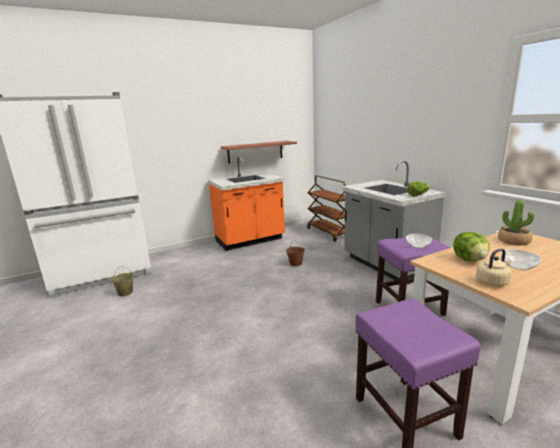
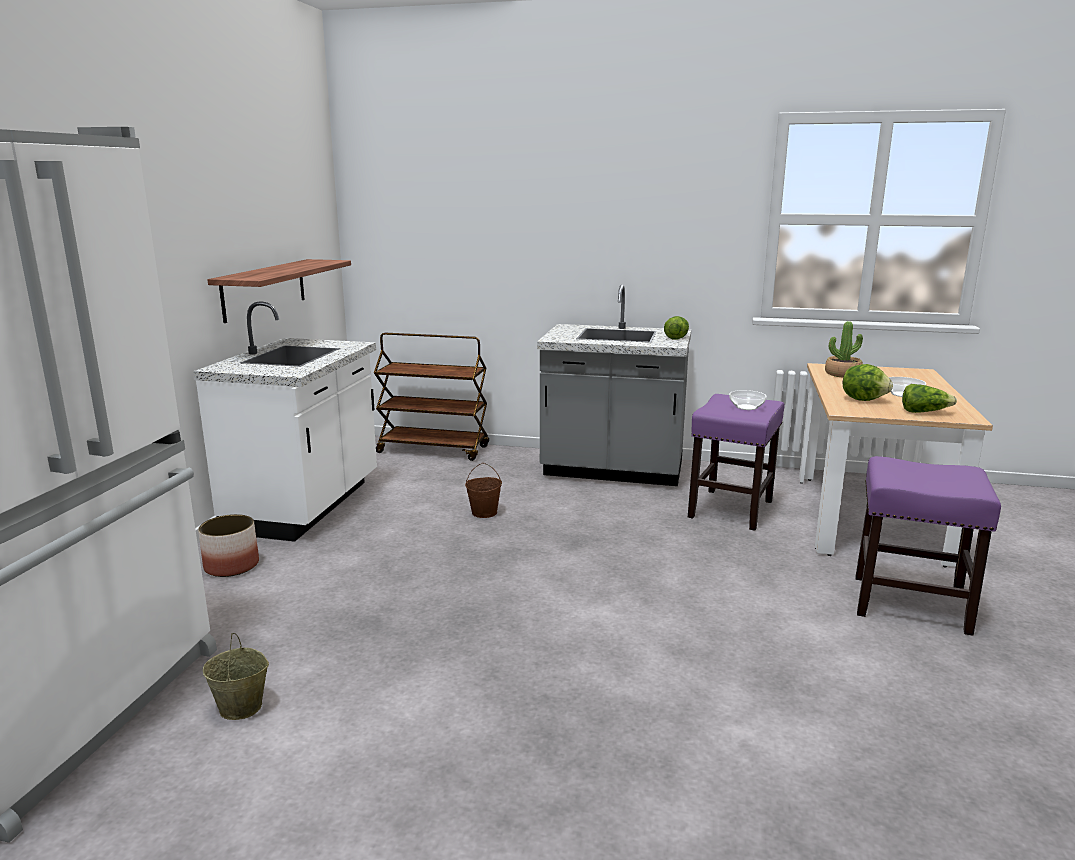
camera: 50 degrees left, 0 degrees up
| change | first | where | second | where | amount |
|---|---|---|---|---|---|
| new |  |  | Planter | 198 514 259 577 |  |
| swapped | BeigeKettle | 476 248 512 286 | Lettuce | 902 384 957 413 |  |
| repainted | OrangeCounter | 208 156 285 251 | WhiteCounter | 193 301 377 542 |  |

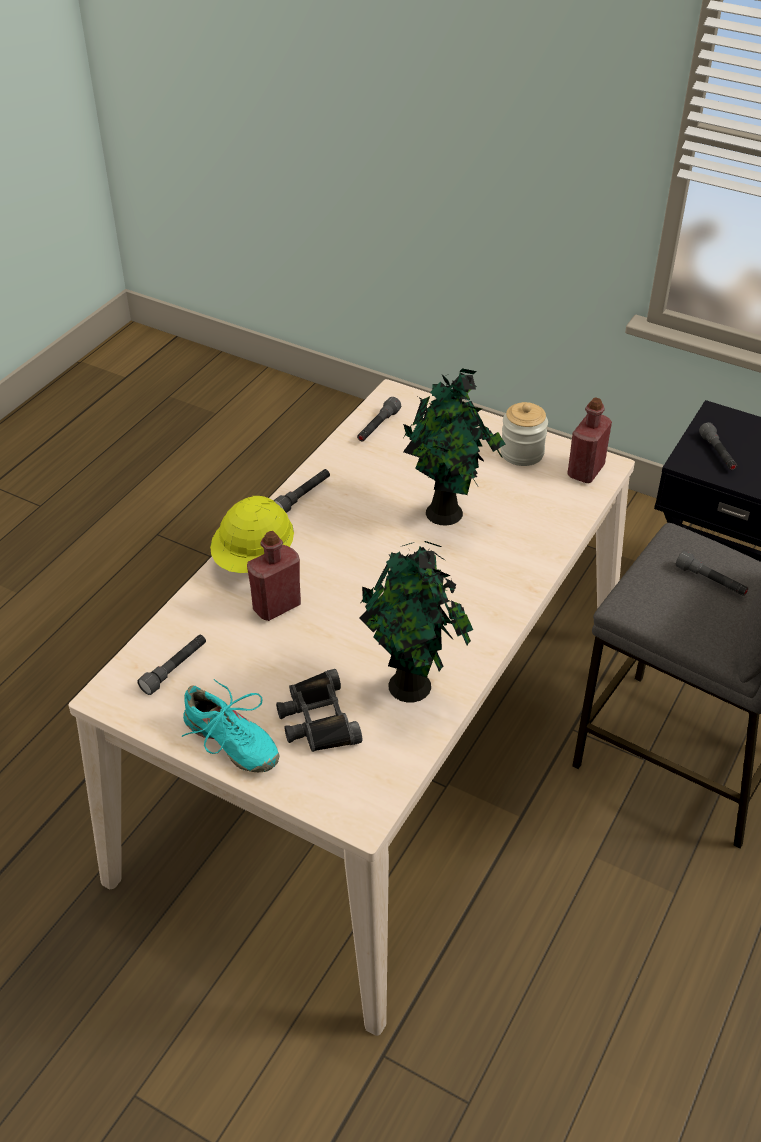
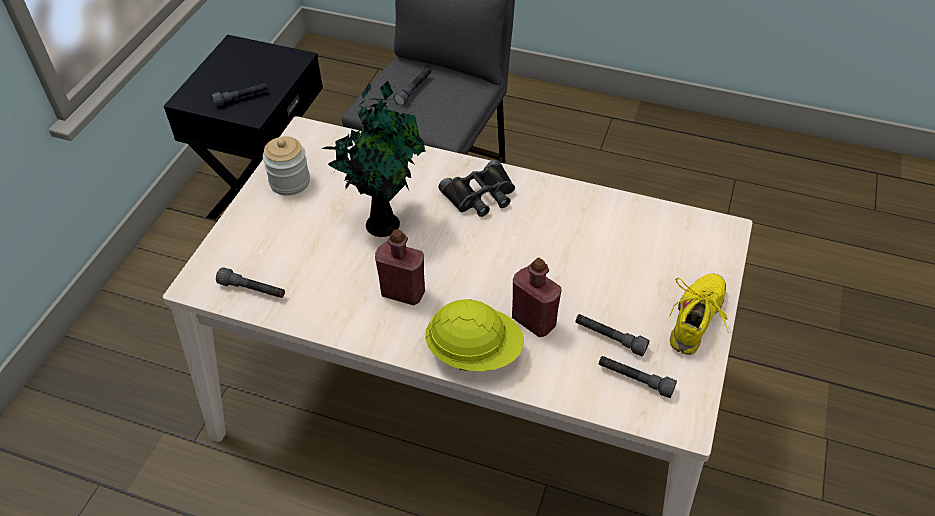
camera: 100 degrees left, 5 degrees up
| change | first | where | second | where | amount |
|---|---|---|---|---|---|
| gone | PottedPlant | 359 541 473 702 |  |  |  |
| shifted | GreyFlashlight | 273 469 330 513 |  | 575 314 650 356 |  |
| shifted | BlackBinoculars | 276 669 362 752 |  | 438 160 515 217 |  |
| shifted | RedBottle | 567 397 612 483 |  | 375 229 425 306 |  |
| repainted | TurquoiseShoe | 182 679 280 772 | YellowShoe | 669 274 729 355 |  |

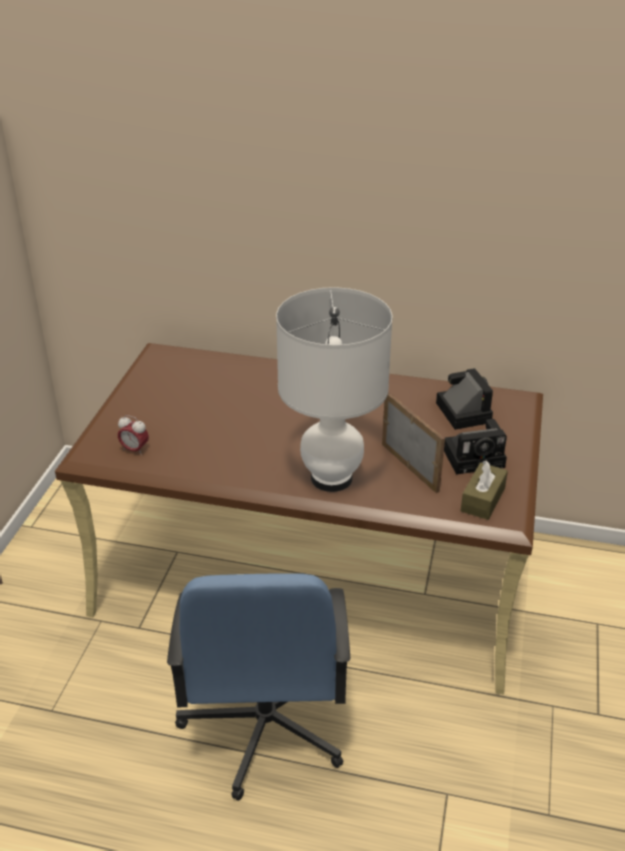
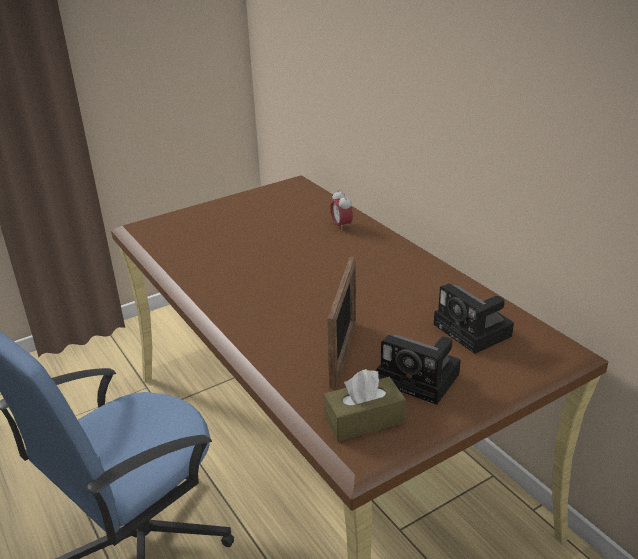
camera: 45 degrees right, 5 degrees down
| change | first | where | second | where | amount |
|---|---|---|---|---|---|
| gone | WhiteTableLamp | 276 287 393 492 |  |  |  |
| shifted | AlarmClock | 118 415 149 455 |  | 330 189 353 229 |  |
| rotated | PhotoCamera | 436 368 493 430 |  | 434 283 514 354 | 120 degrees clockwise |

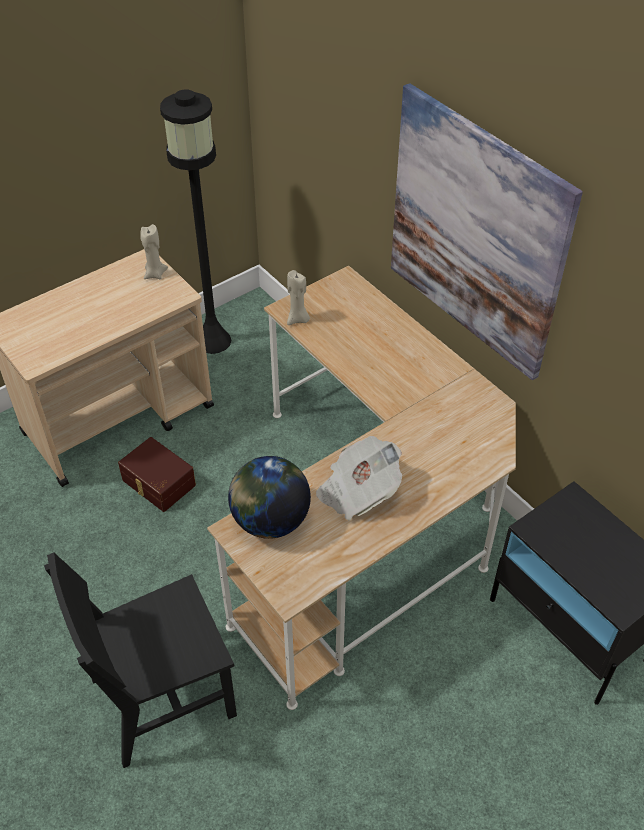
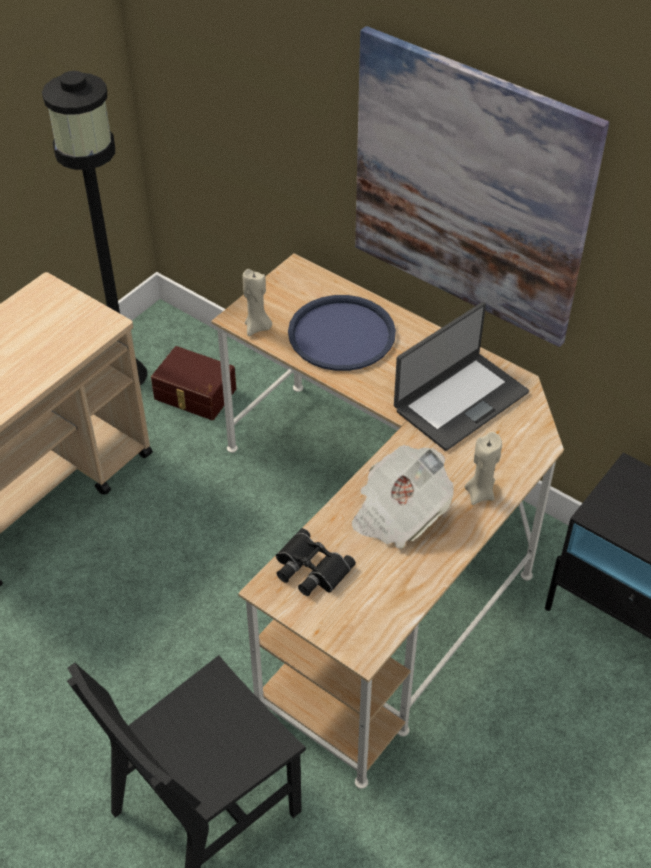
camera: 15 degrees left, 0 degrees up
| change | first | where | second | where | amount |
|---|---|---|---|---|---|
| new |  |  | BlueTray | 288 295 396 371 |  |
| new |  |  | Laptop | 394 302 529 451 |  |
| shifted | BrownStorageBox | 118 437 196 512 |  | 151 346 236 420 |  |
| shifted | BeigeCandle | 140 224 168 279 |  | 465 432 502 505 |  |
| swapped | Globe | 228 456 311 539 | BlackBinoculars | 276 528 356 596 |  |

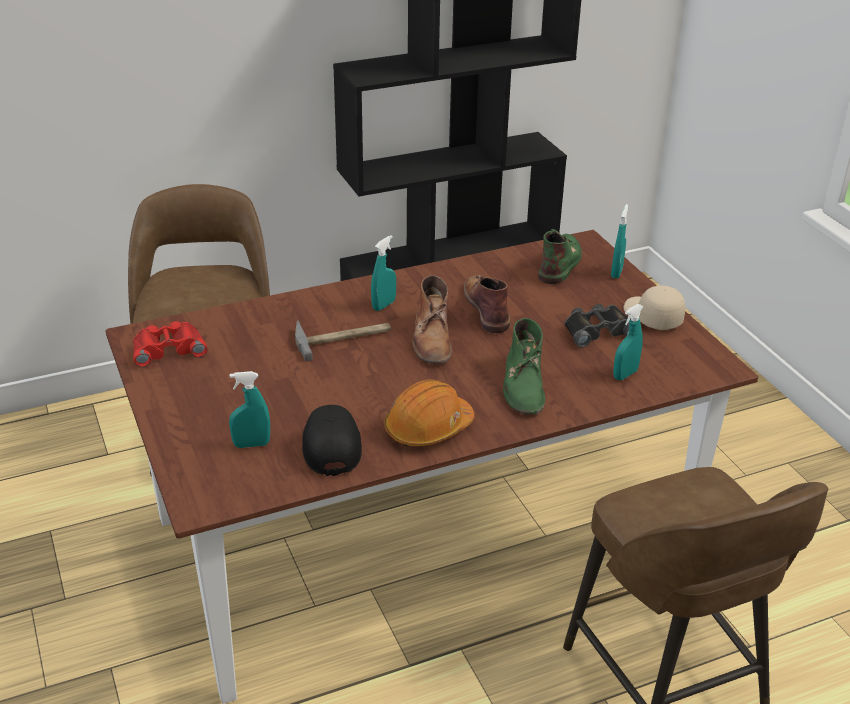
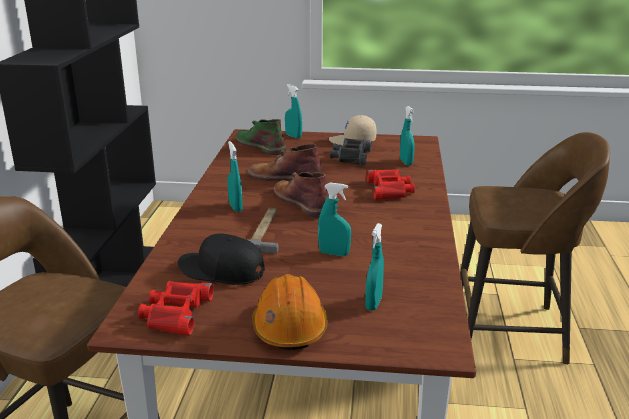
camera: 60 degrees left, 10 degrees down
| change | first | where | second | where | amount |
|---|---|---|---|---|---|
| new |  |  | TurquoiseSprayBottle | 318 183 351 256 |  |
| shifted | BlackCap | 302 405 362 476 |  | 178 233 265 285 |  |
| shifted | OrangeHardHat | 384 380 475 447 |  | 252 274 328 350 |  |
| swapped | GreenBoot | 503 318 545 415 | RedBinoculars | 367 169 415 200 |  |
| rotated | BrownBoot | 412 275 452 364 |  | 274 172 328 218 | 150 degrees counterclockwise |

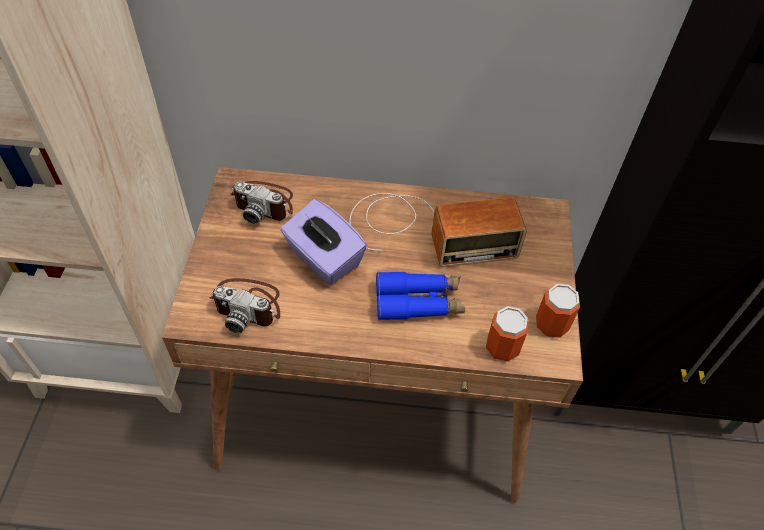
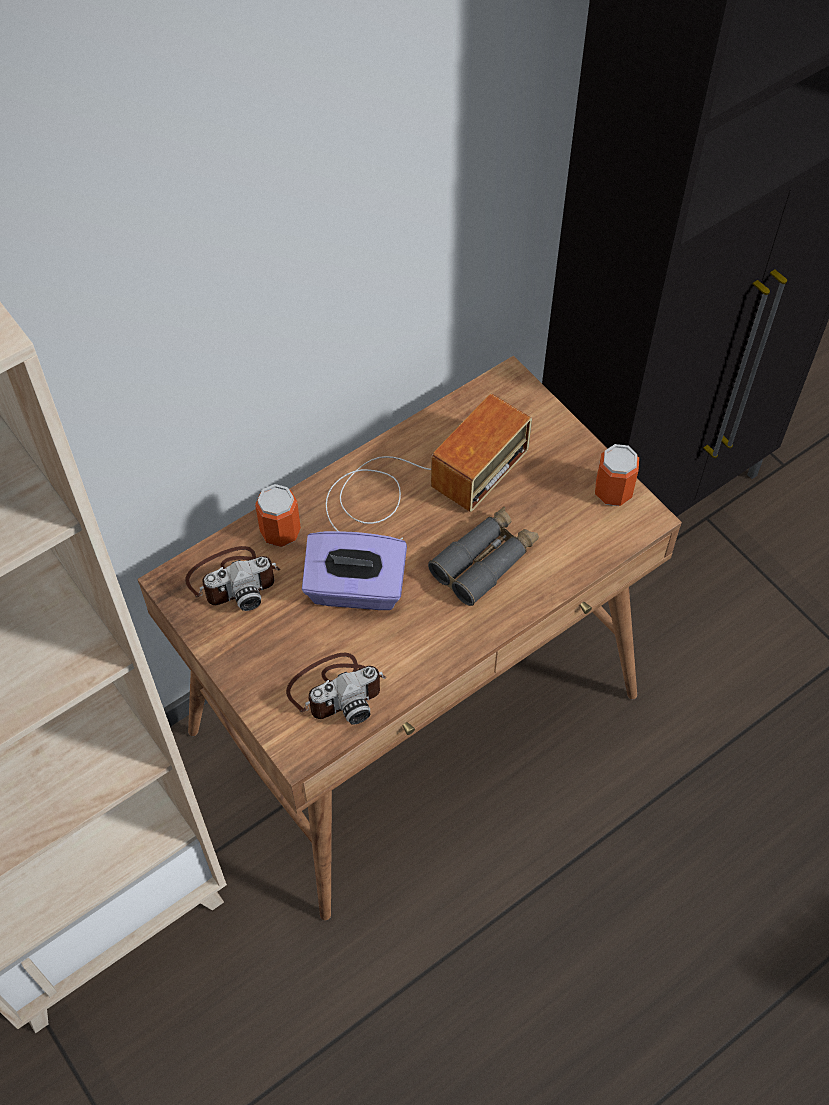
camera: 40 degrees left, 5 degrees up
| change | first | where | second | where | amount |
|---|---|---|---|---|---|
| shifted | Can | 486 306 529 362 |  | 255 484 301 547 |  |
| repainted | BlueBinoculars | 376 272 465 321 | GreyBinoculars | 428 507 539 606 |  |

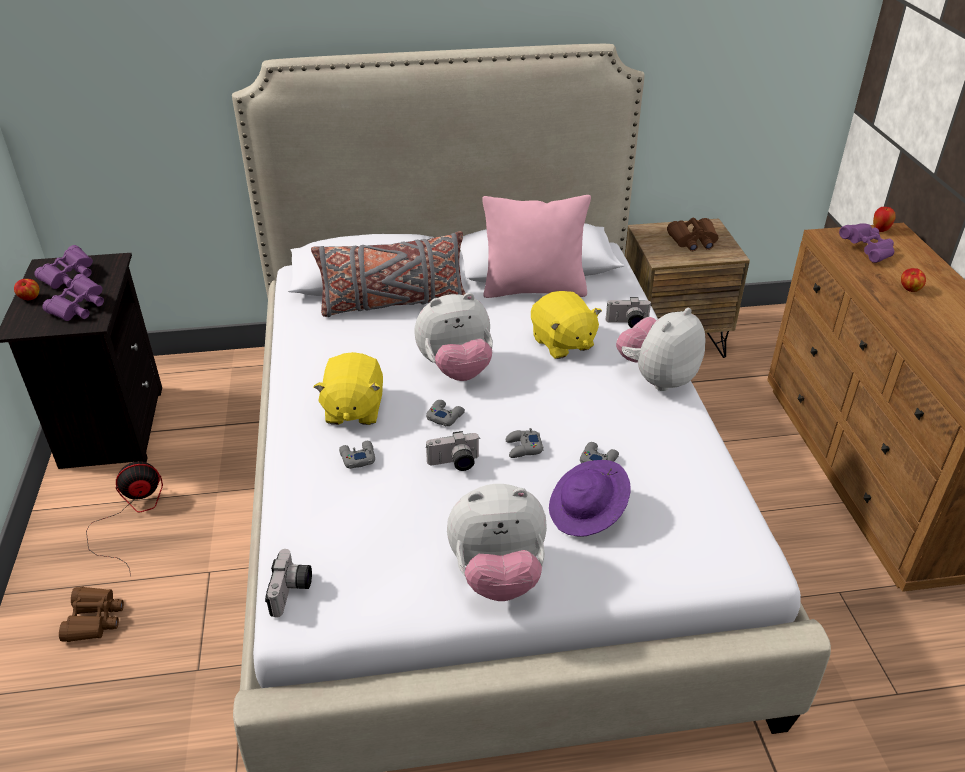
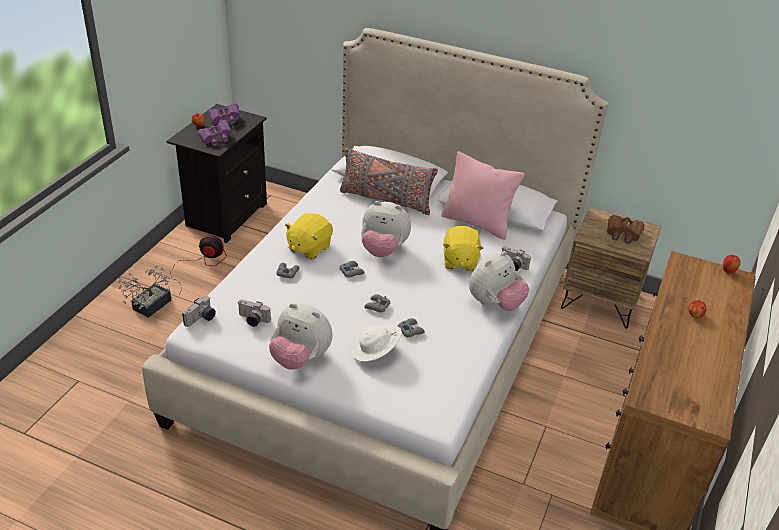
camera: 30 degrees right, 0 degrees up
| change | first | where | second | where | amount |
|---|---|---|---|---|---|
| gone | PurpleBinoculars | 839 223 894 263 |  |  |  |
| shifted | PhotoCamera | 426 431 479 471 |  | 238 300 271 327 |  |
| swapped | BrownBinoculars | 59 587 124 642 | PottedPlant | 118 266 171 318 |  |
| repainted | PurpleHat | 549 460 631 537 | WhiteHat | 352 324 402 362 |  |
| rotated | PlushToy | 616 308 706 391 |  | 469 251 529 311 | 150 degrees clockwise |

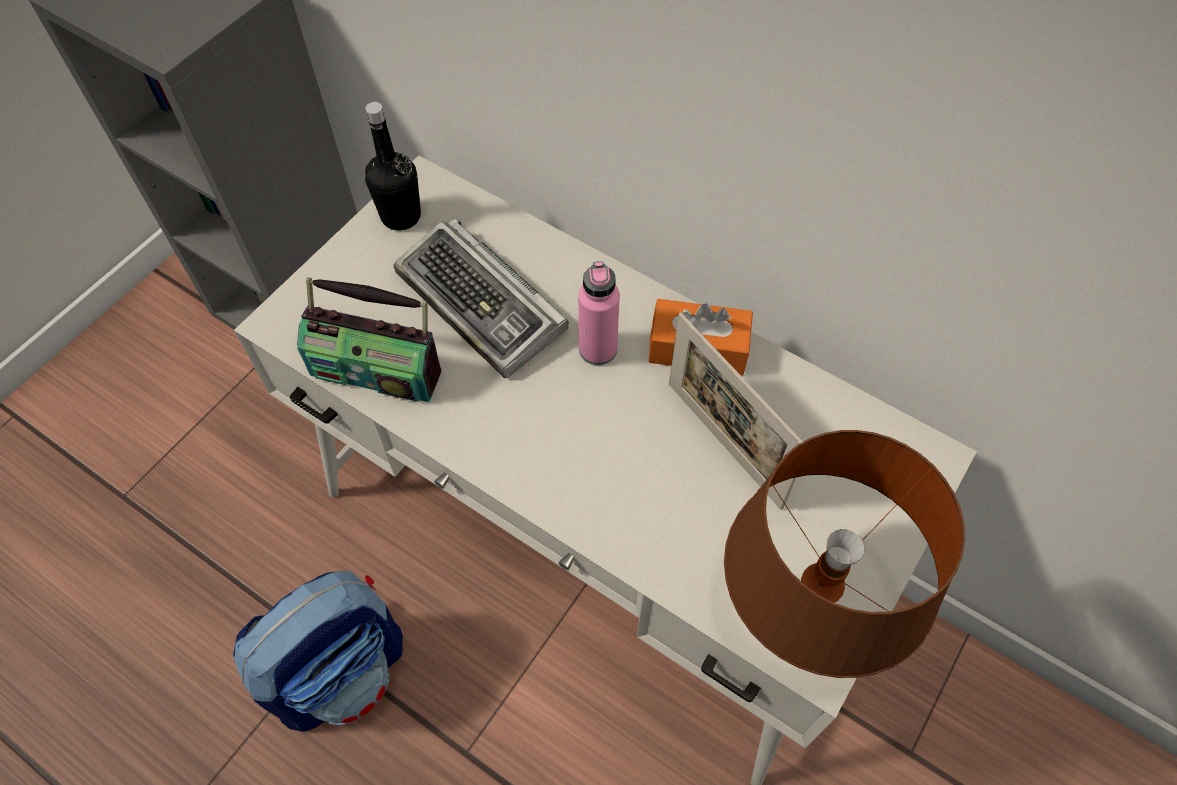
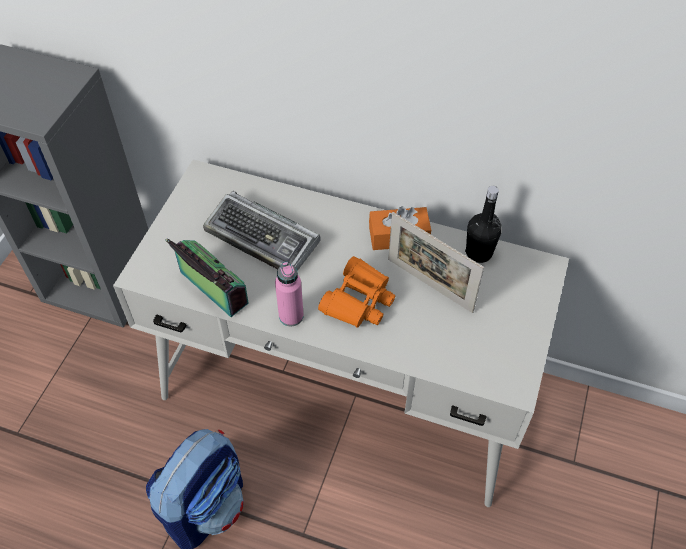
camera: 15 degrees left, 5 degrees down
| change | first | where | second | where | amount |
|---|---|---|---|---|---|
| gone | BrownTableLamp | 724 430 965 678 |  |  |  |
| new |  |  | OrangeBinoculars | 318 256 396 328 |  |
| shifted | BlackBottle | 365 102 421 230 |  | 465 186 502 263 |  |
| shifted | PinkBottle | 578 261 620 365 |  | 275 262 304 326 |  |
| rotated | Radio | 297 277 441 402 |  | 165 238 249 317 | 135 degrees counterclockwise |

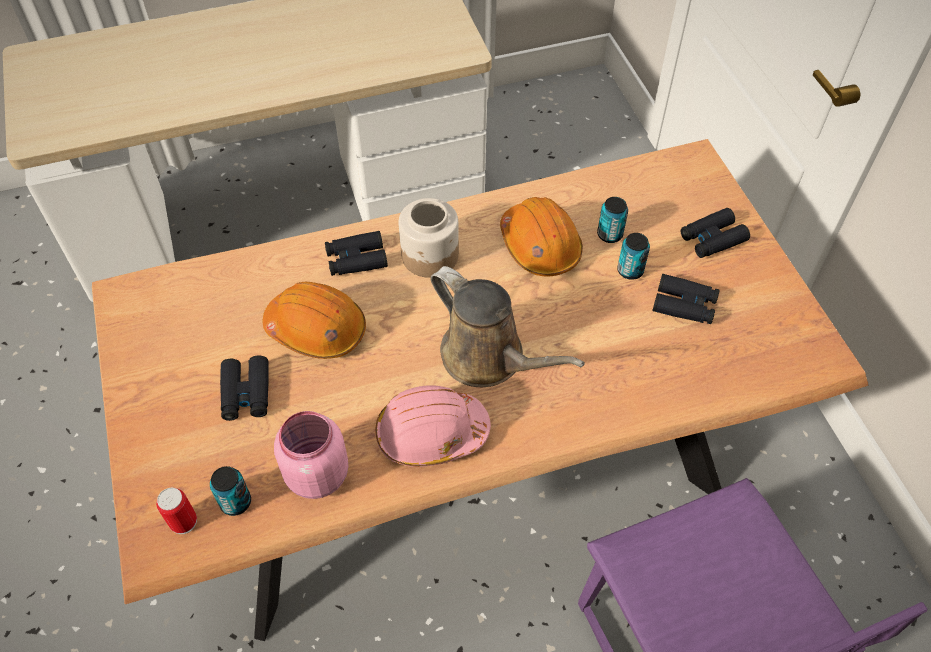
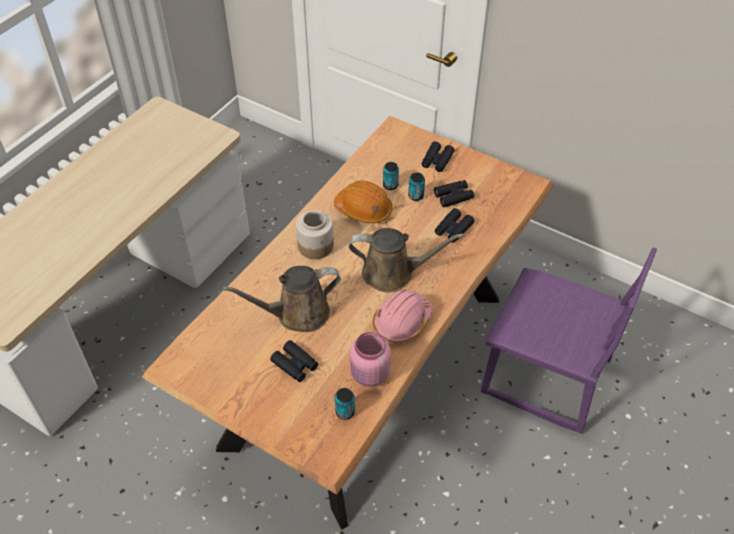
camera: 40 degrees left, 5 degrees down
| change | first | where | second | where | amount |
|---|---|---|---|---|---|
| gone | Can | 156 488 197 534 |  |  |  |
| shifted | BlackBinoculars | 325 231 388 276 |  | 435 208 474 243 |  |
| swapped | OrangeHardHat | 262 282 366 359 | BrownWateringCan | 222 266 341 332 |  |

